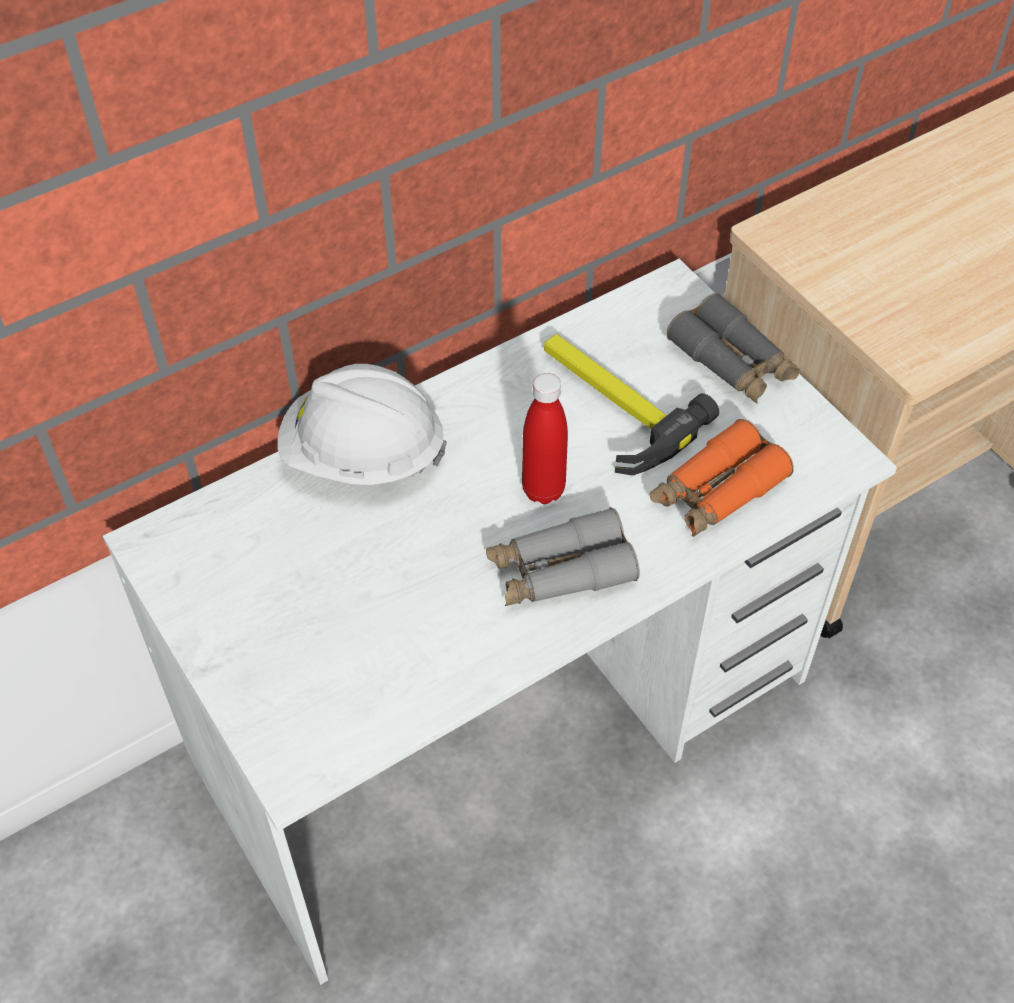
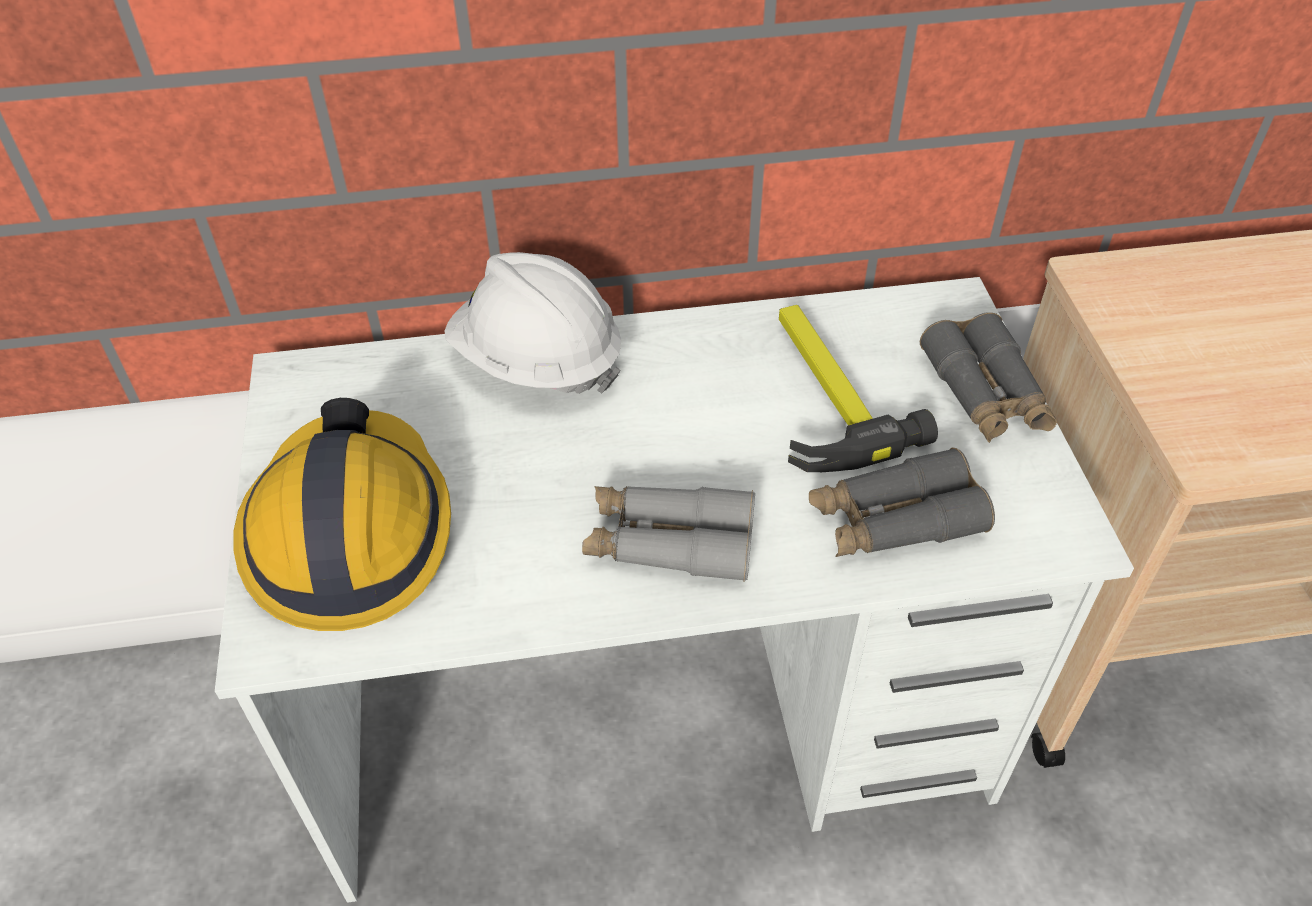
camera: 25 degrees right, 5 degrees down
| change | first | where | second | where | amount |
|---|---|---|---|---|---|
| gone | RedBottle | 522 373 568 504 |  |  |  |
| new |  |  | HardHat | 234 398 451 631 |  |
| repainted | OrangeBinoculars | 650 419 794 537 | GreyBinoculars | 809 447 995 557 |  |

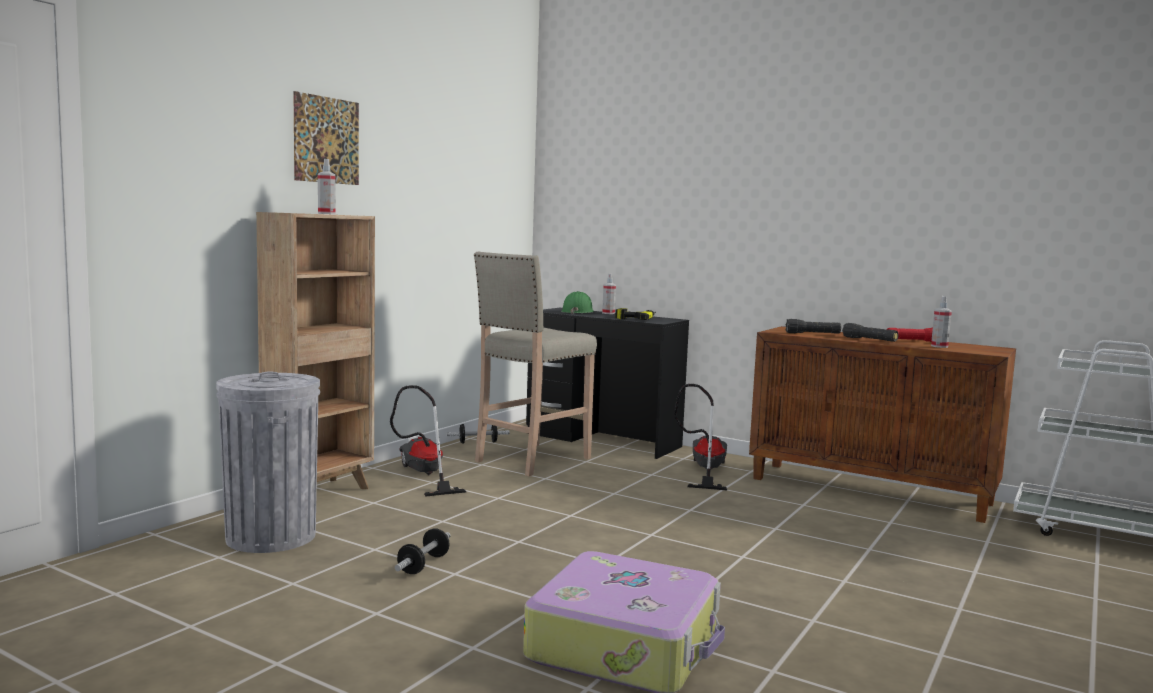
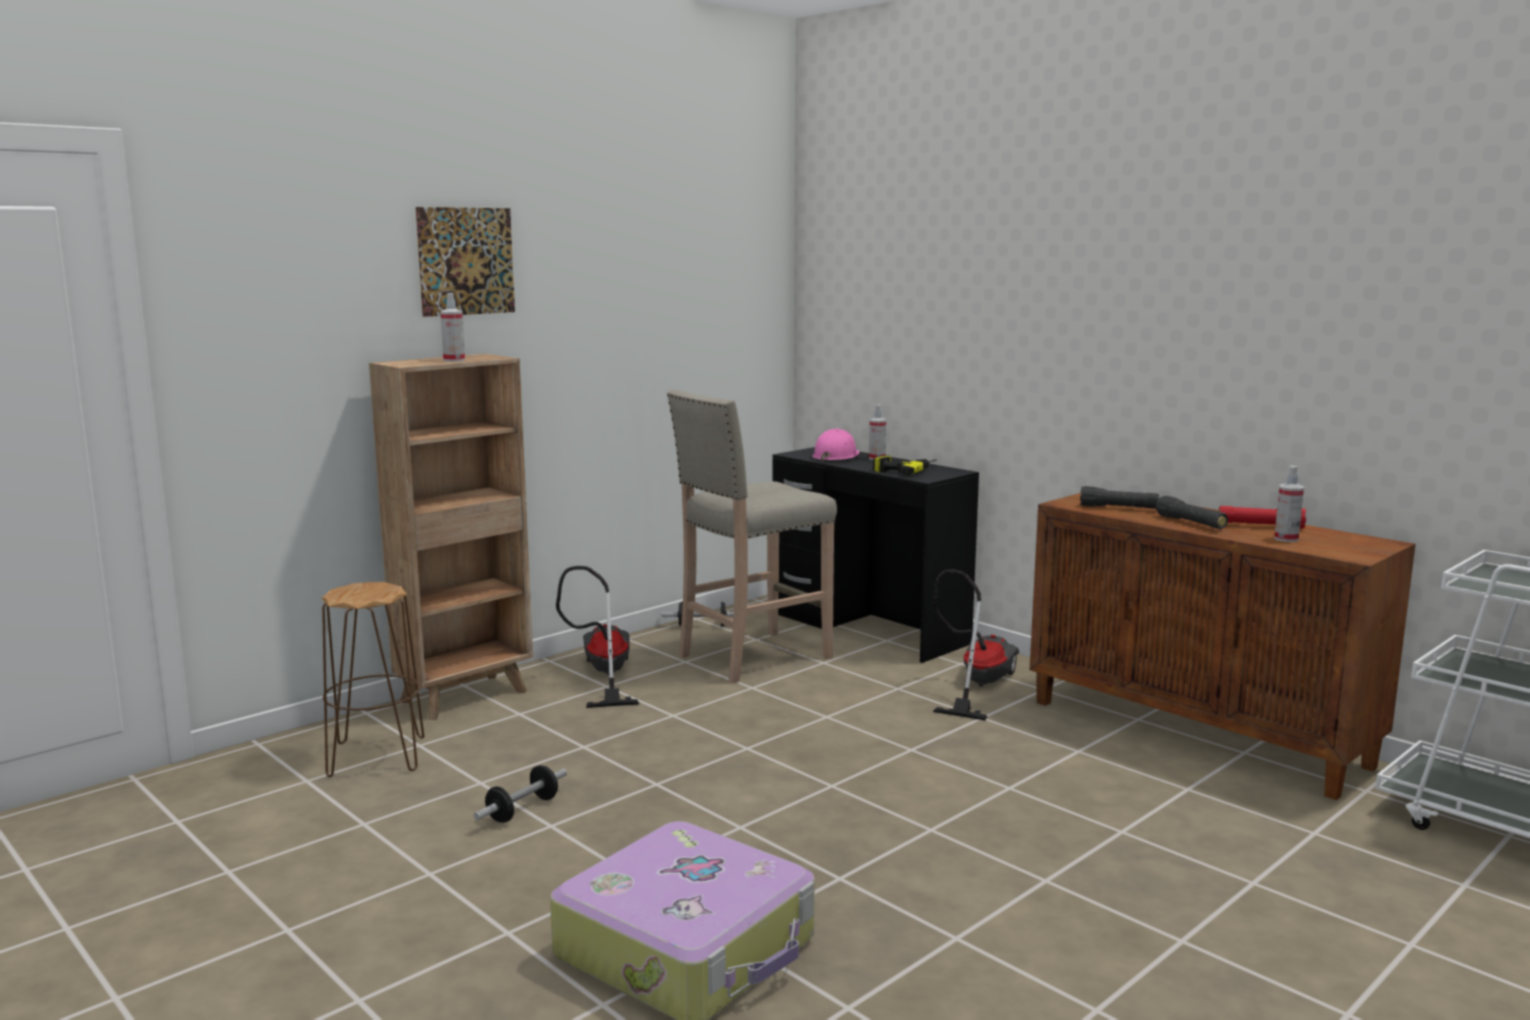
camera: 15 degrees right, 5 degrees up
| change | first | where | second | where | amount |
|---|---|---|---|---|---|
| swapped | GreyTrashCan | 216 371 320 553 | BrownStool | 321 582 424 777 |  |
| repainted | GreenHardHat | 561 291 594 314 | PinkHardHat | 812 429 859 462 |  |

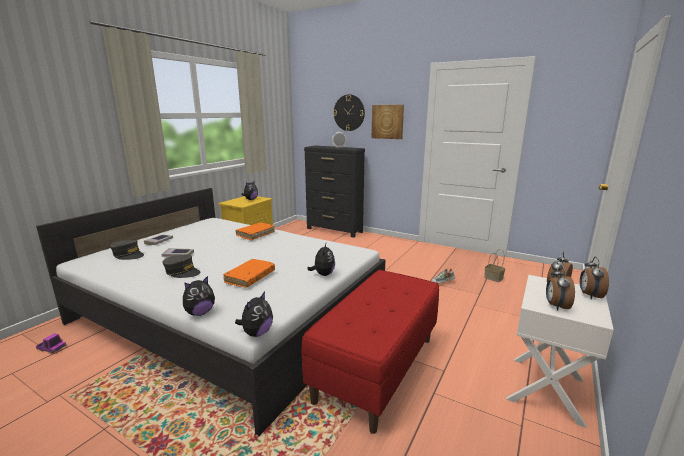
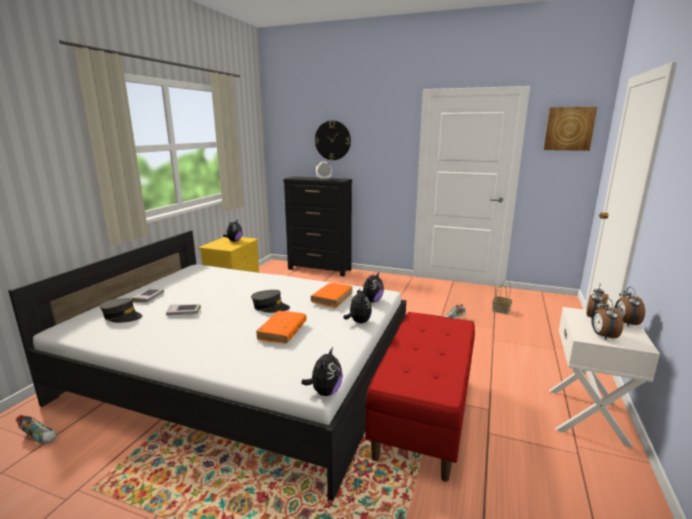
camera: 10 degrees left, 0 degrees up
| change | first | where | second | where | amount |
|---|---|---|---|---|---|
| shifted | GreyCap | 162 255 200 278 |  | 251 290 290 313 |  |
| shifted | PlushToy | 183 276 215 316 |  | 357 272 384 303 |  |
| shifted | OrangeBook | 236 223 275 240 |  | 311 283 352 308 |  |
| shifted | Picture | 372 105 404 139 |  | 544 107 597 151 |  |
| swapped | ToyTruck | 36 333 66 354 | Shoe | 16 415 57 444 |  |

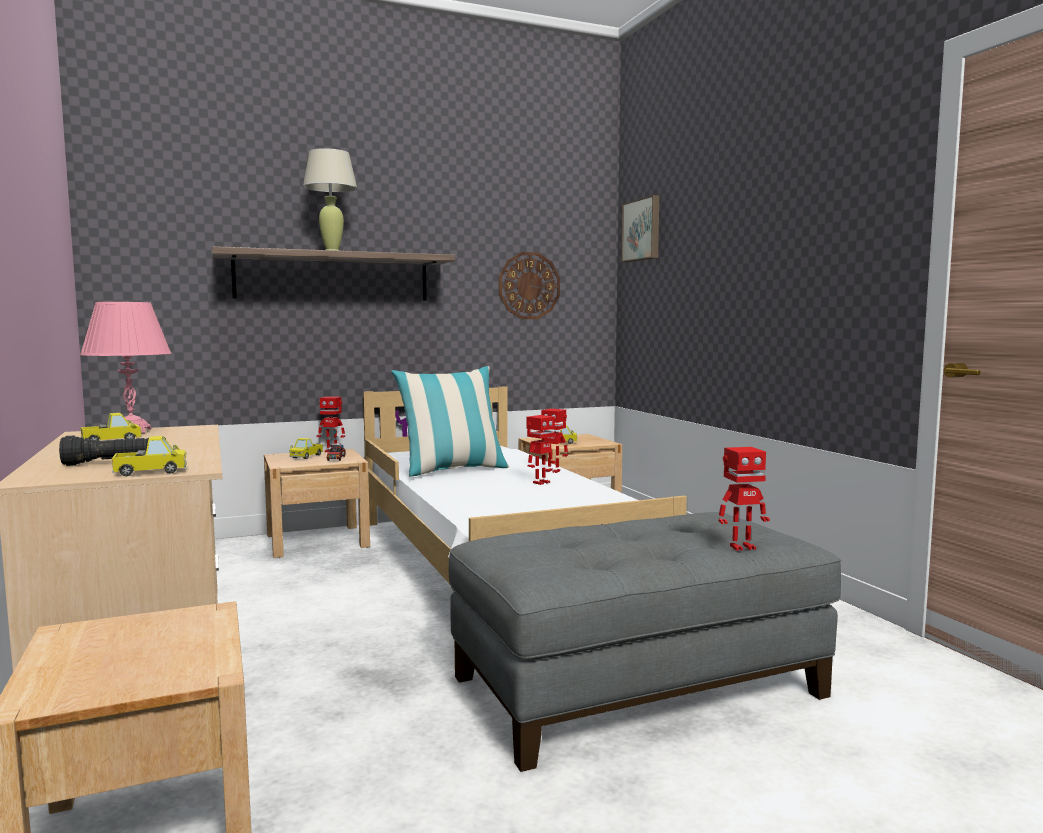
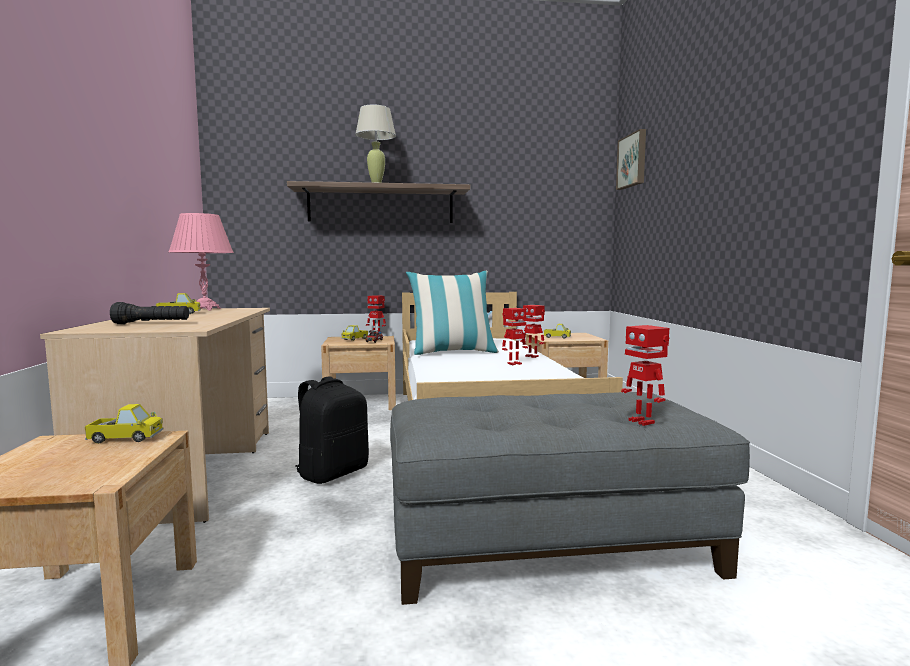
camera: 15 degrees right, 0 degrees up
| change | first | where | second | where | amount |
|---|---|---|---|---|---|
| gone | WallClock | 499 252 560 319 |  |  |  |
| new |  |  | BlackBackpack | 295 376 369 484 |  |
| shifted | ToyTruck | 111 436 187 477 |  | 84 404 163 444 |  |
| rotated | ToyRobot | 719 447 770 551 |  | 621 325 669 426 | 60 degrees clockwise |

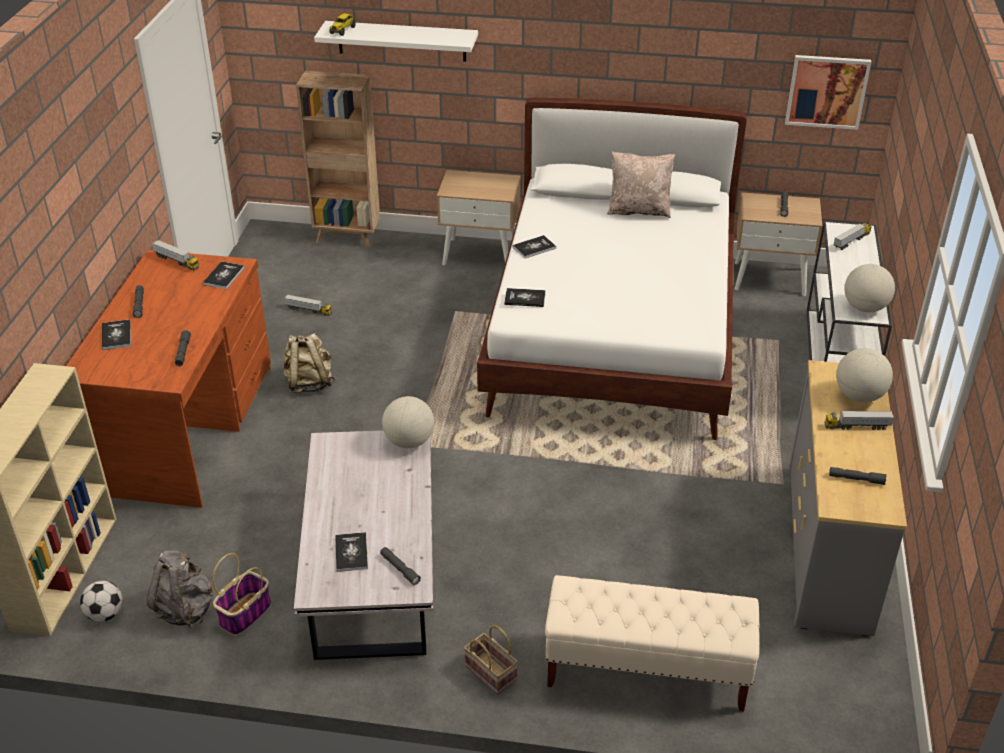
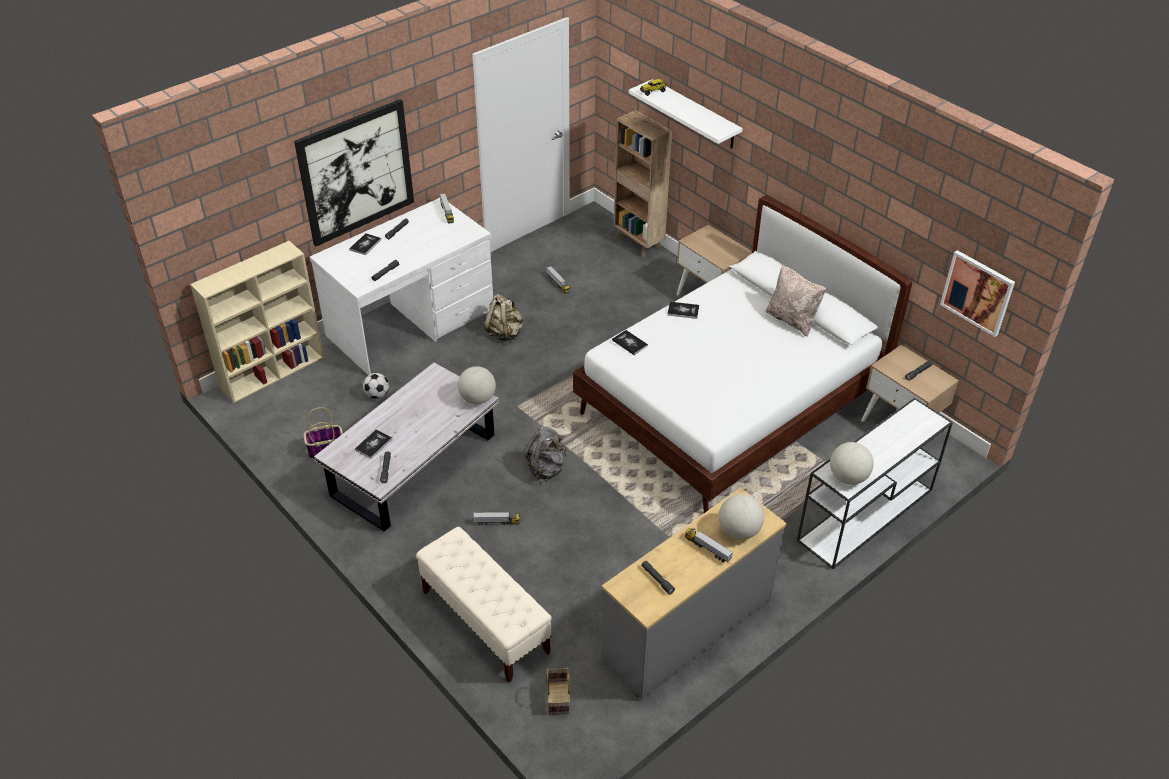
camera: 40 degrees right, 5 degrees up
| change | first | where | second | where | amount |
|---|---|---|---|---|---|
| gone | Book | 203 261 245 289 |  |  |  |
| new |  |  | Picture | 294 99 414 246 |  |
| shifted | Football | 80 581 123 622 |  | 363 373 389 399 |  |
| shifted | GreyBackpack | 147 550 213 628 |  | 524 426 567 481 |  |
| shifted | Basket | 464 625 518 695 |  | 546 667 570 715 |  |
| shifted | ToyTruck | 833 223 872 250 |  | 473 512 519 525 |  |
| repainted | BrownDesk | 66 250 271 508 | WhiteDesk | 310 198 493 375 |  |

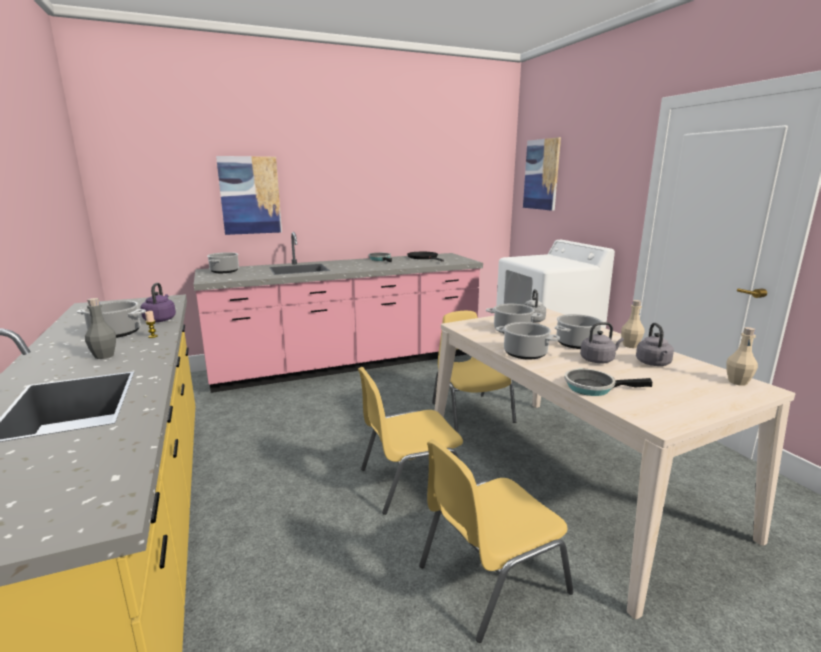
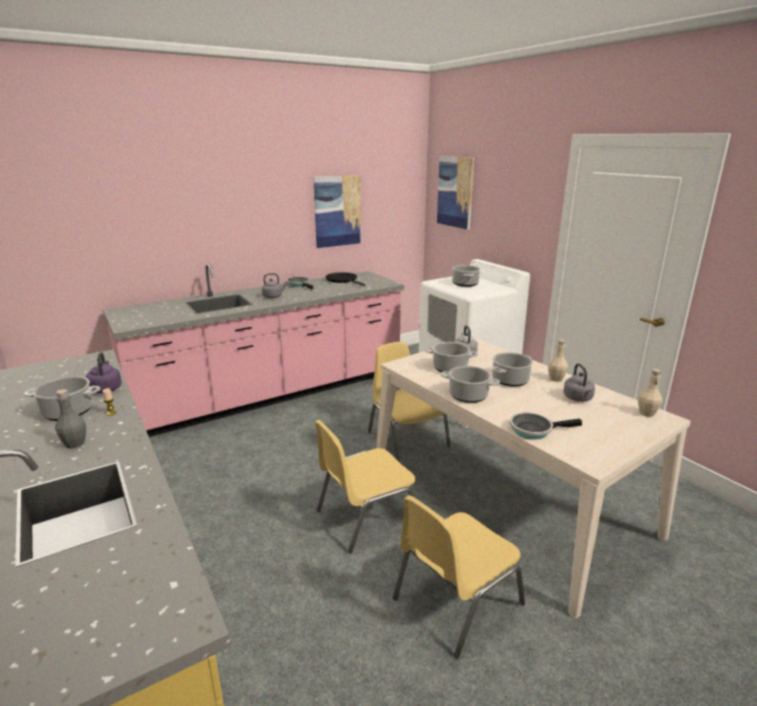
camera: 10 degrees left, 5 degrees up
| change | first | where | second | where | amount |
|---|---|---|---|---|---|
| shifted | CookingPot | 207 252 239 273 |  | 452 265 481 287 |  |
| shifted | Picture | 216 156 282 235 |  | 313 175 361 248 |  |
| shifted | GreyKettle | 580 322 624 364 |  | 262 273 287 298 |  |

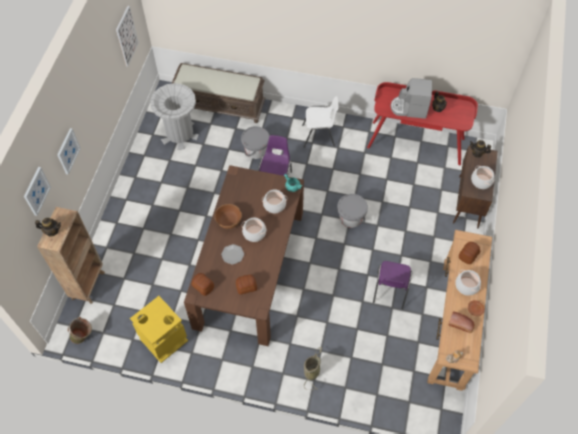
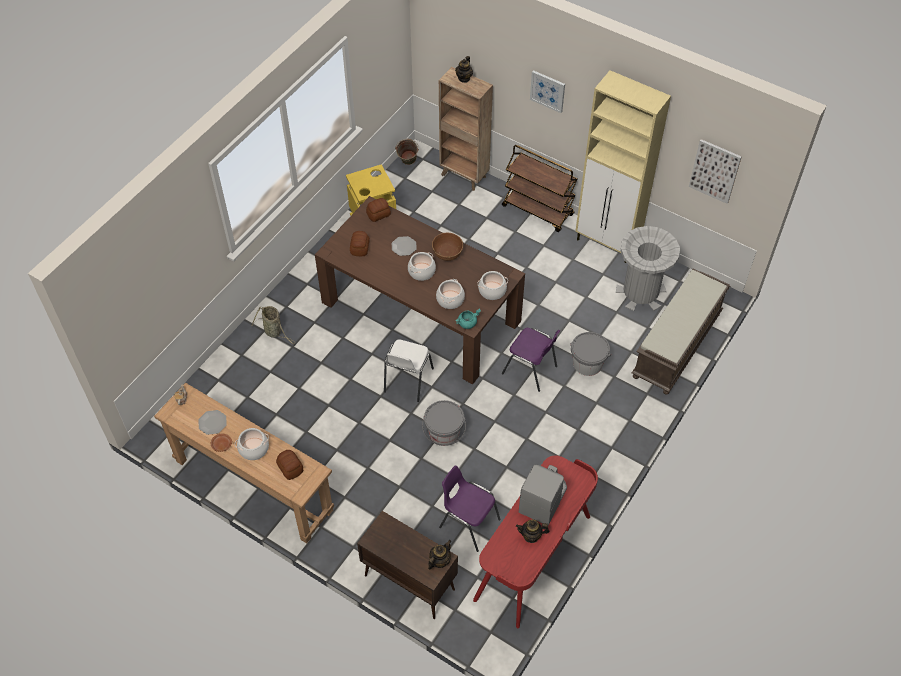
camera: 110 degrees right, 5 degrees down
| change | first | where | second | where | amount |
|---|---|---|---|---|---|
| gone | Picture | 24 167 51 216 |  |  |  |
| new |  |  | BrownCart | 502 145 578 232 |  |
| new |  |  | BeigeCabinet | 575 70 671 263 |  |
| shifted | WhiteChair | 302 96 339 148 |  | 384 340 434 402 |  |
| shifted | PurpleChair | 373 261 412 309 |  | 439 465 501 552 |  |
| shifted | CookingPot | 471 166 495 189 |  | 477 271 508 300 |  |
| swapped | Bread | 448 311 475 333 | Plate | 198 410 227 435 |  |

